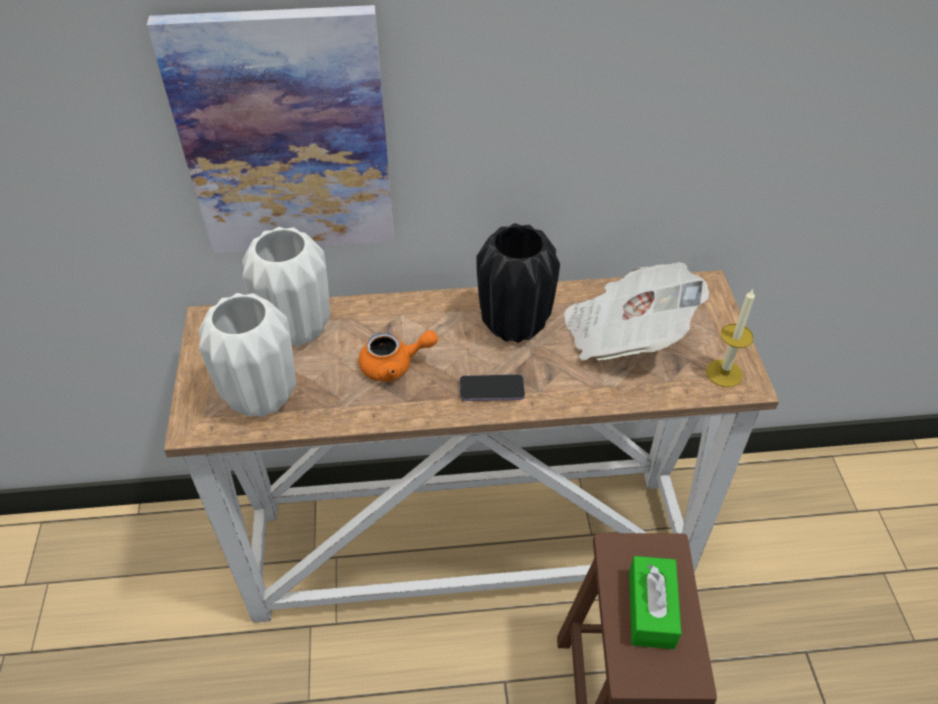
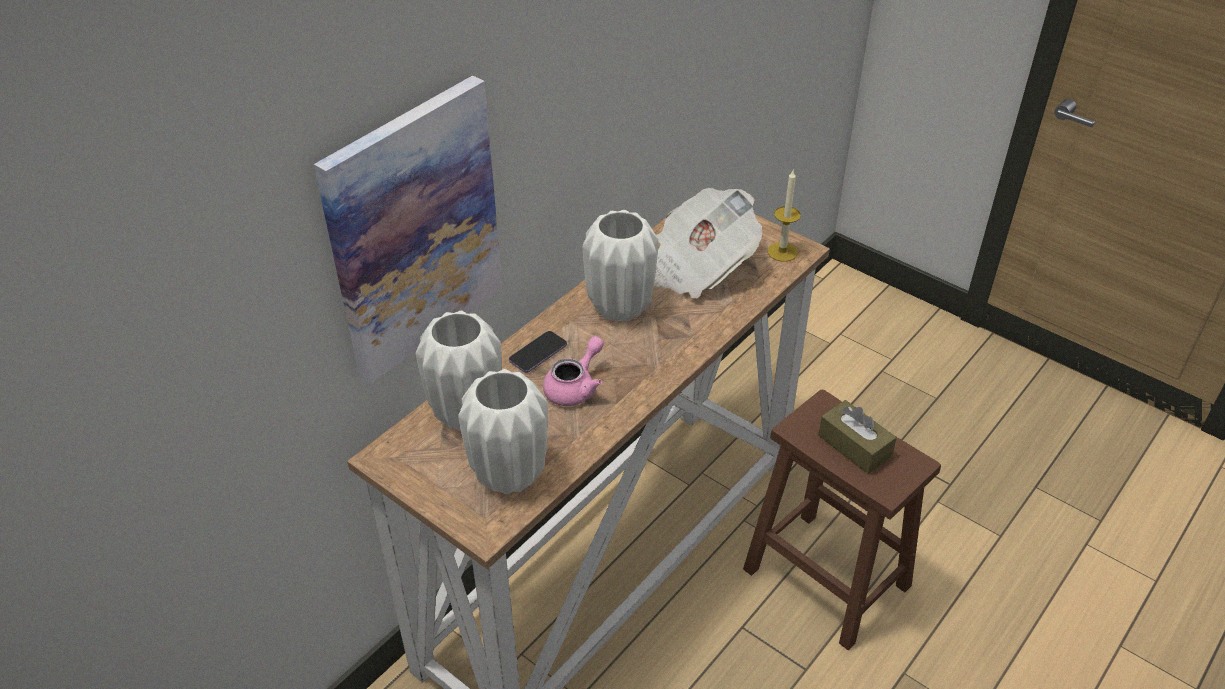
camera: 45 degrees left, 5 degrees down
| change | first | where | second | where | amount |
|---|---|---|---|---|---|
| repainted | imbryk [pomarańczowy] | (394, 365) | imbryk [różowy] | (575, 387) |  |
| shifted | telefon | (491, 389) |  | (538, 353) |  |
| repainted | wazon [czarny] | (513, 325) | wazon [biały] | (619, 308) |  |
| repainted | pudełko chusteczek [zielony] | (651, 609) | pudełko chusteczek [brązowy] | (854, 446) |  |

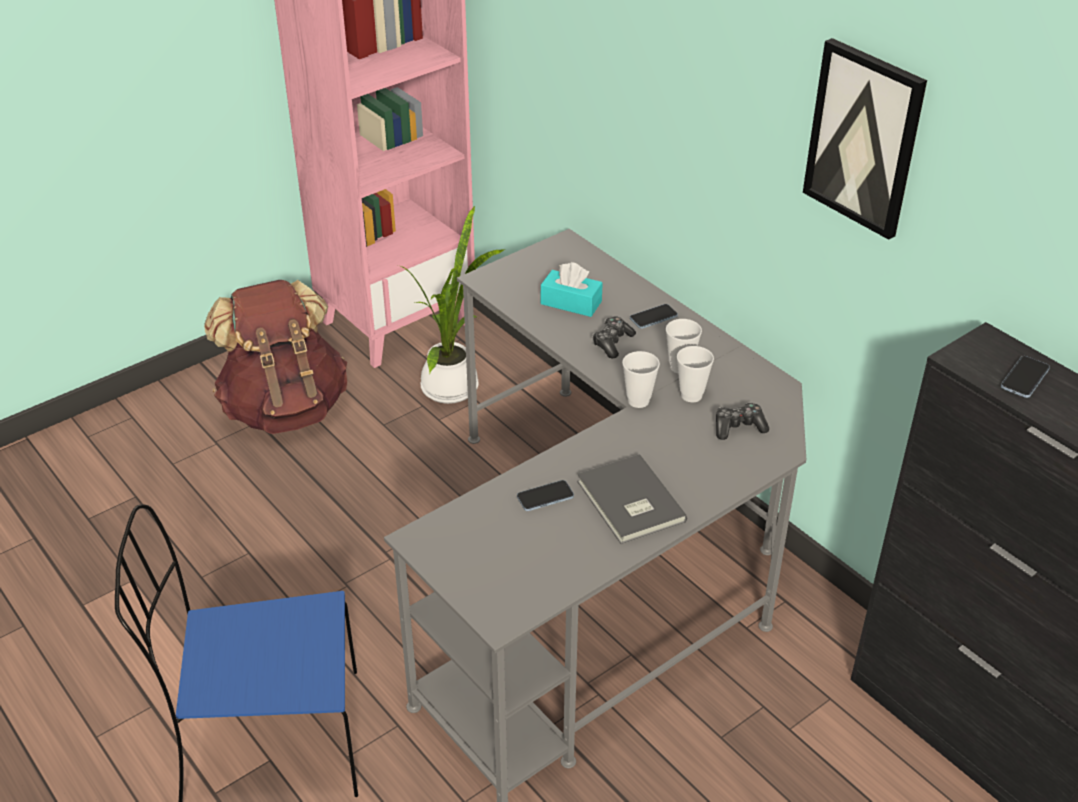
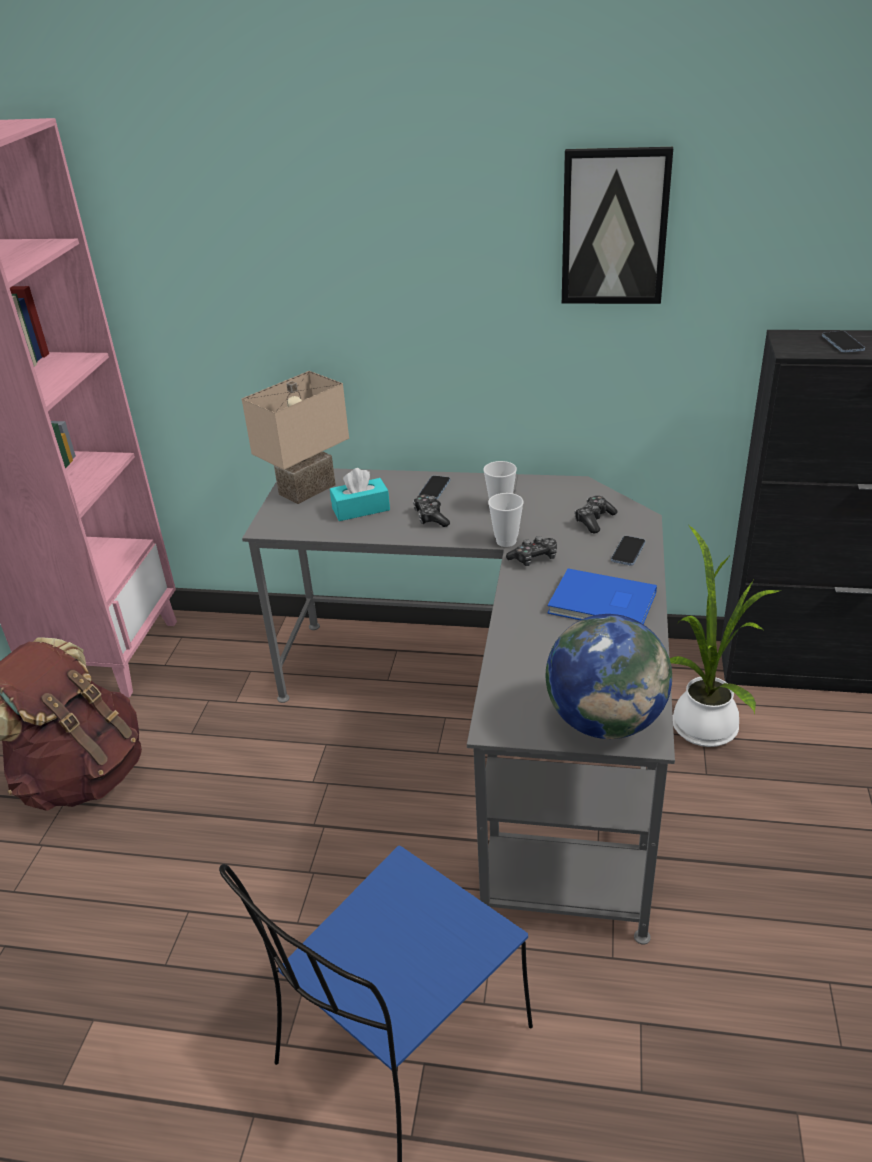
camera: 40 degrees left, 5 degrees down
| change | first | where | second | where | amount |
|---|---|---|---|---|---|
| shifted | roślina doniczkowa | (453, 385) |  | (702, 723) |  |
| shifted | telefon | (545, 497) |  | (628, 552) |  |
| repainted | książka [szary] | (629, 503) | książka [niebieski] | (603, 604) |  |
| gone | filiżanka | (691, 395) |  |  |  |
| new |  |  | lampa stołowa [beżowy] | (308, 491) |  |
| new |  |  | pad do gier | (534, 558) |  |
| new |  |  | globus | (605, 721) |  |

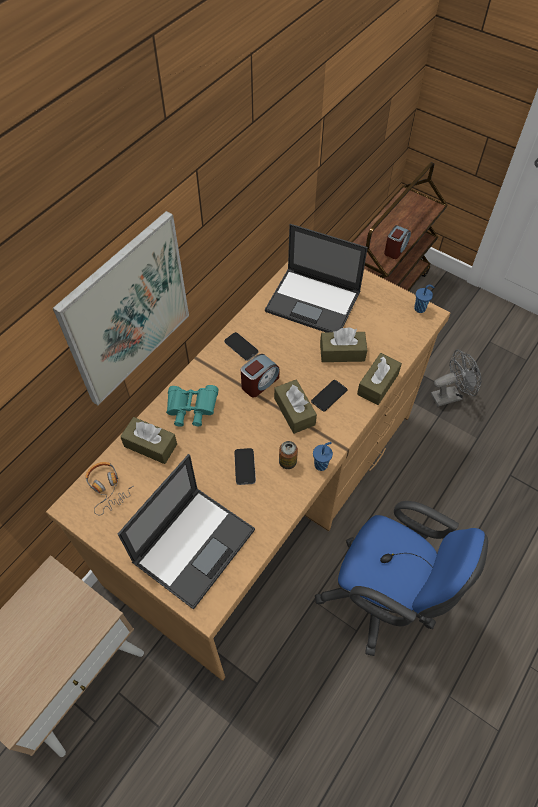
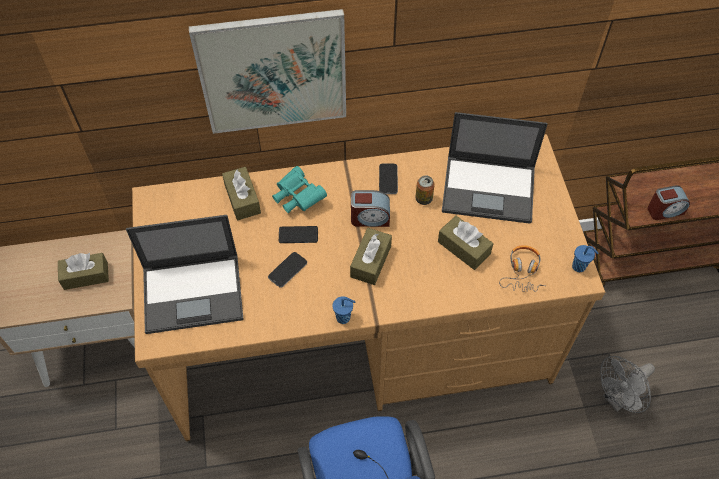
camera: 45 degrees right, 0 degrees up
| change | first | where | second | where | amount |
|---|---|---|---|---|---|
| shifted | słuchawki | (107, 488) |  | (522, 272) |  |
| rotated | laptop | (314, 302) |  | (490, 189) | 60 degrees counterclockwise |
| shifted | puszka | (287, 462) |  | (423, 199) |  |
| shifted | telefon | (329, 396) |  | (298, 235) |  |
| shifted | pudełko chusteczek [brązowy] | (377, 384) |  | (86, 276) |  |
| rotated | wentylator [szary] | (450, 395) |  | (617, 399) | 120 degrees clockwise |

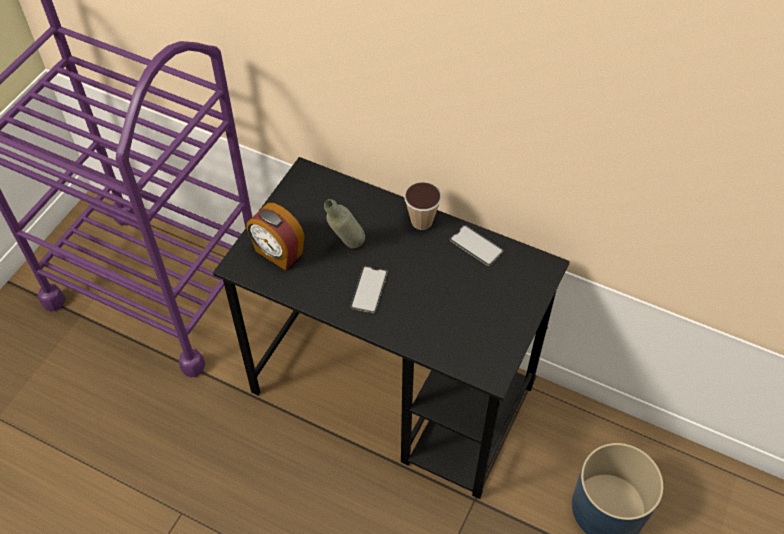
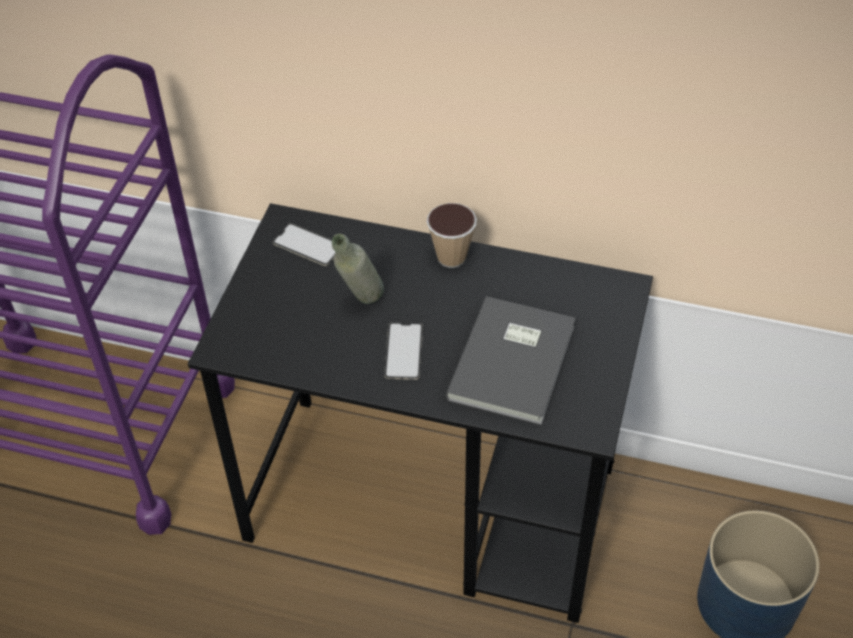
camera: 10 degrees left, 5 degrees down
| change | first | where | second | where | amount |
|---|---|---|---|---|---|
| gone | budzik | (278, 253) |  |  |  |
| shifted | telefon | (476, 245) |  | (307, 245) |  |
| new |  |  | książka [szary] | (516, 362) |  |

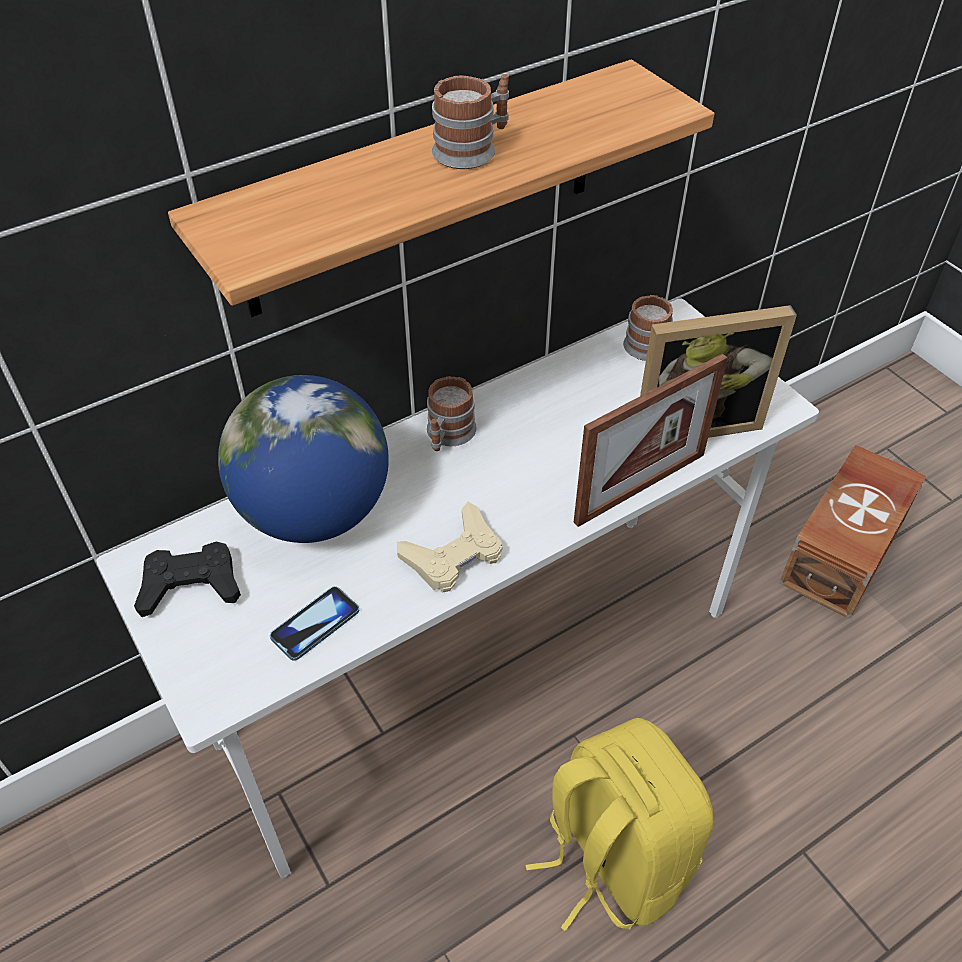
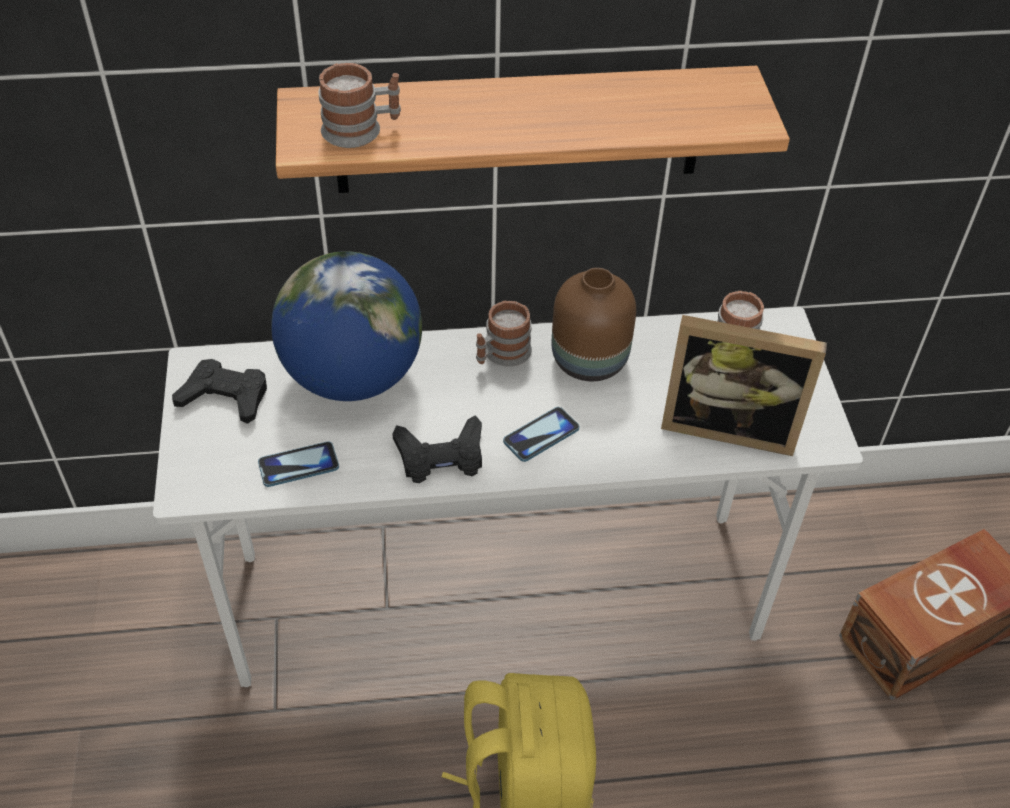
camera: 25 degrees right, 0 degrees up
| change | first | where | second | where | amount |
|---|---|---|---|---|---|
| repainted | pad do gier [beżowy] | (453, 555) | pad do gier [czarny] | (441, 456) |  |
| shifted | kubek | (472, 149) |  | (361, 130) |  |
| gone | ramka na zdjęcie | (640, 488) |  |  |  |
| new |  |  | telefon | (541, 435) |  |
| new |  |  | wazon [brązowy] | (588, 359) |  |

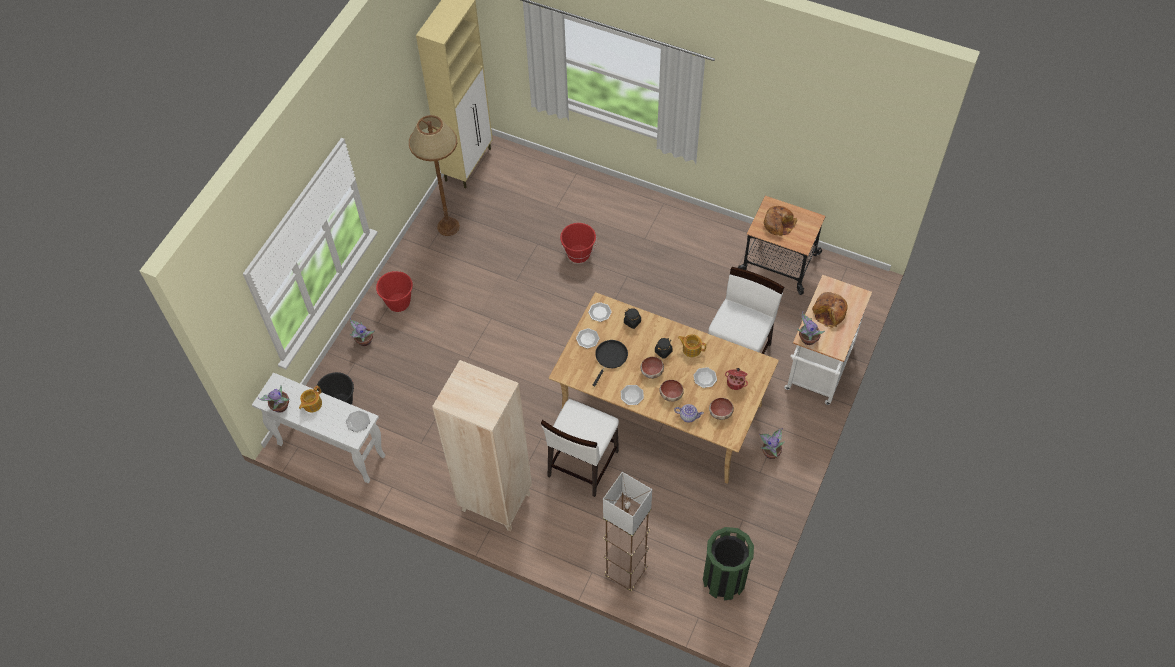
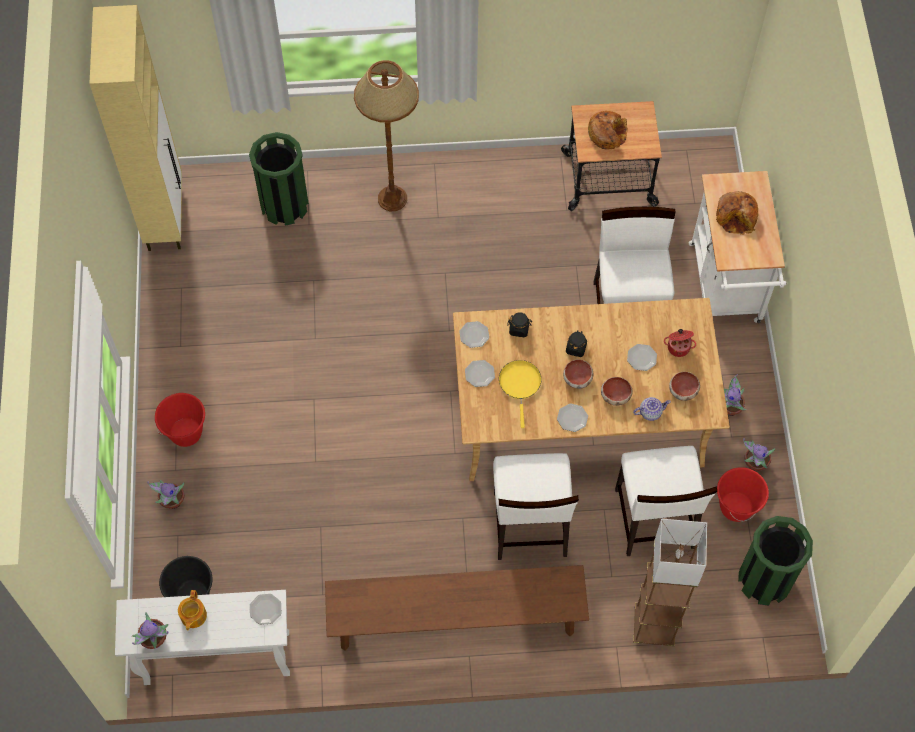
camera: 30 degrees left, 5 degrees up
| change | first | where | second | where | amount |
|---|---|---|---|---|---|
| shifted | lampa stojąca [brązowy] | (448, 227) |  | (392, 198) |  |
| swapped | regał [beżowy] | (495, 502) | ławka [brązowy] | (456, 621) |  |
| shifted | wiadro [czerwony] | (578, 254) |  | (736, 507) |  |
| repainted | patelnia [czarny] | (610, 358) | patelnia [żółty] | (520, 385) |  |
| gone | imbryk | (691, 349) |  |  |  |
| shifted | roślina doniczkowa | (807, 339) |  | (754, 464) |  |
| new |  |  | kosz na śmieci [zielony] | (284, 205) |  |
| new |  |  | krzesło [biały] | (653, 519) |  |

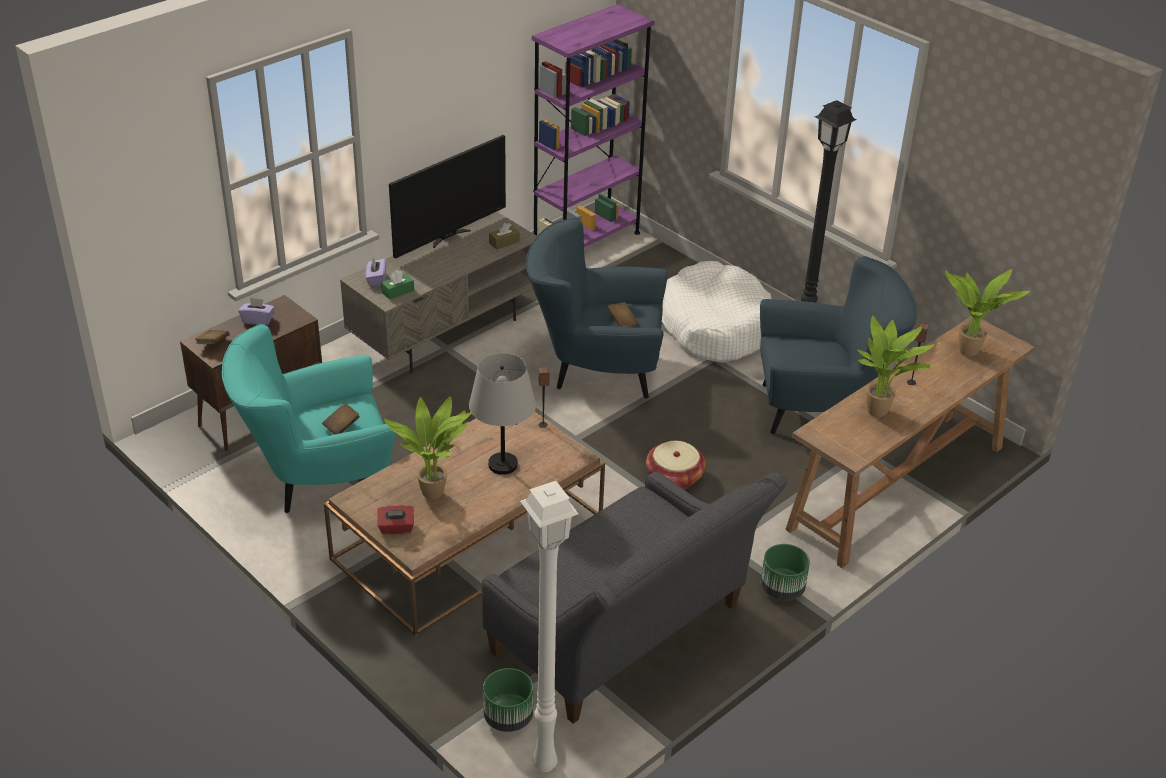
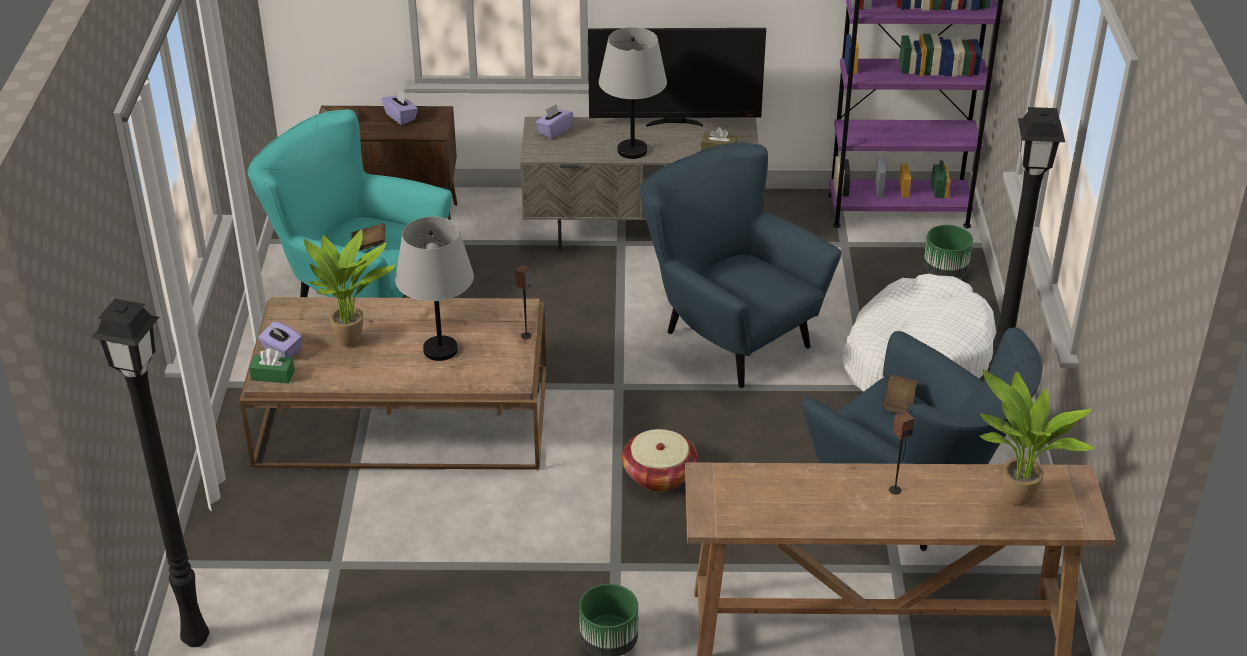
camera: 45 degrees right, 0 degrees up
| change | first | where | second | where | amount |
|---|---|---|---|---|---|
| repainted | pudełko chusteczek [czerwony] | (396, 528) | pudełko chusteczek [fioletowy] | (281, 350) |  |
| shifted | pudełko chusteczek [zielony] | (398, 291) |  | (273, 375) |  |
| gone | kanapa [szary] | (625, 636) |  |  |  |
| shifted | donica [zielony] | (508, 717) |  | (945, 271) |  |
| repainted | lampa stojąca [biały] | (545, 762) | lampa stojąca [czarny] | (198, 638) |  |
| shifted | książka [brązowy] | (622, 321) |  | (899, 403) |  |
| gone | roślina doniczkowa | (880, 412) |  |  |  |
| new |  |  | lampa stołowa [szary] | (632, 151) |  |

